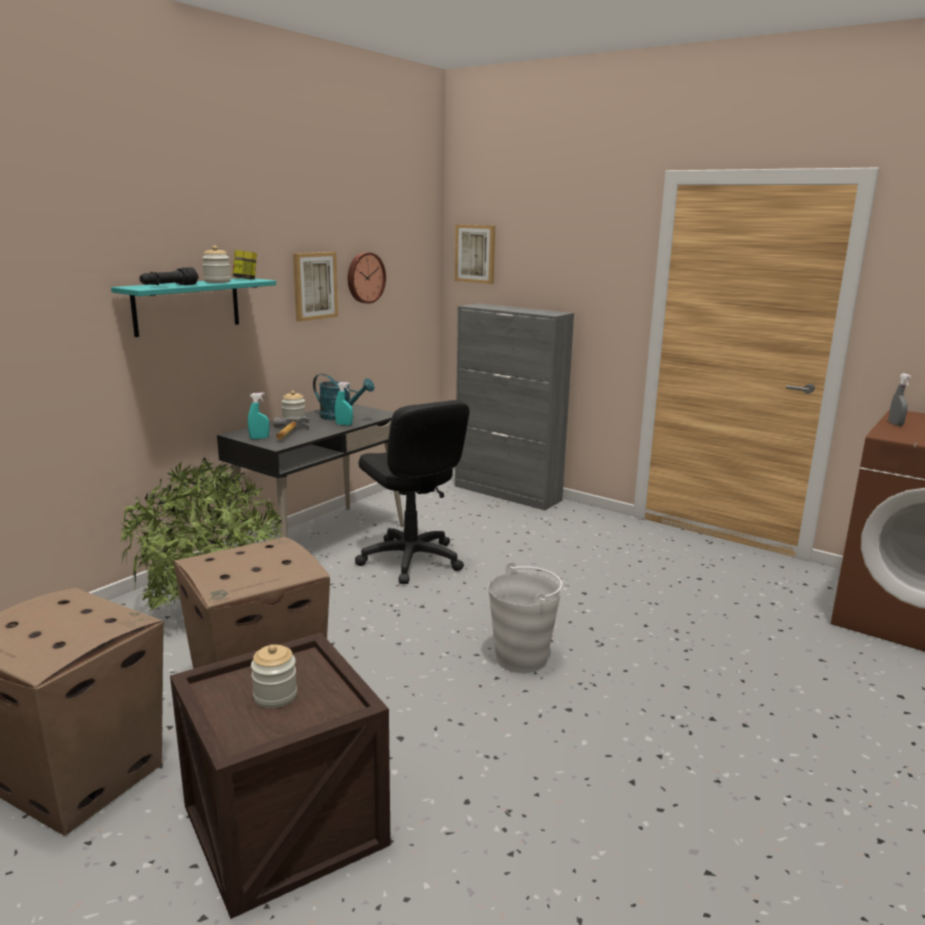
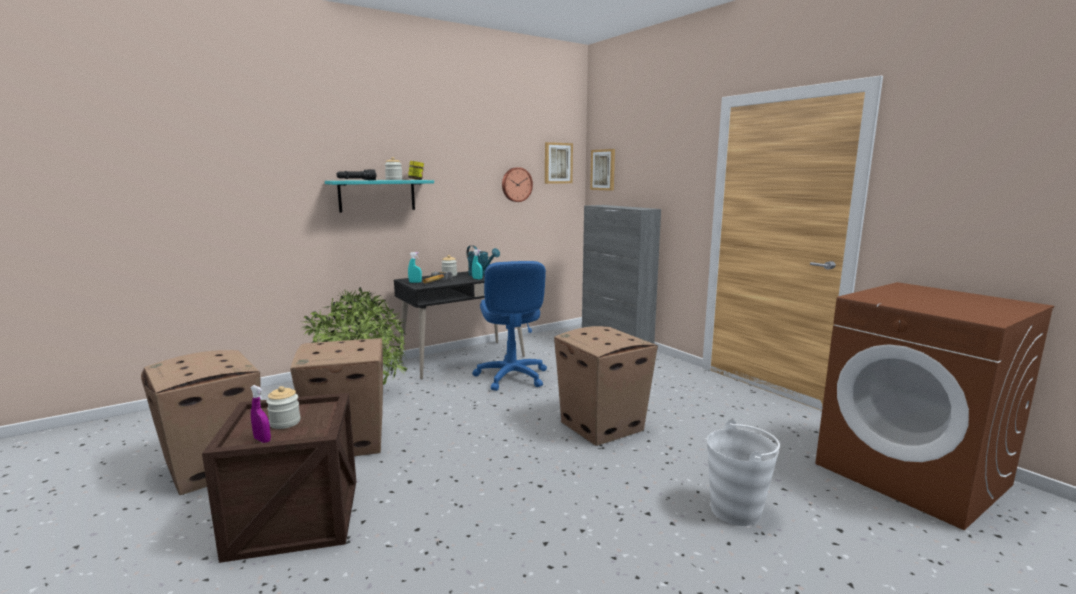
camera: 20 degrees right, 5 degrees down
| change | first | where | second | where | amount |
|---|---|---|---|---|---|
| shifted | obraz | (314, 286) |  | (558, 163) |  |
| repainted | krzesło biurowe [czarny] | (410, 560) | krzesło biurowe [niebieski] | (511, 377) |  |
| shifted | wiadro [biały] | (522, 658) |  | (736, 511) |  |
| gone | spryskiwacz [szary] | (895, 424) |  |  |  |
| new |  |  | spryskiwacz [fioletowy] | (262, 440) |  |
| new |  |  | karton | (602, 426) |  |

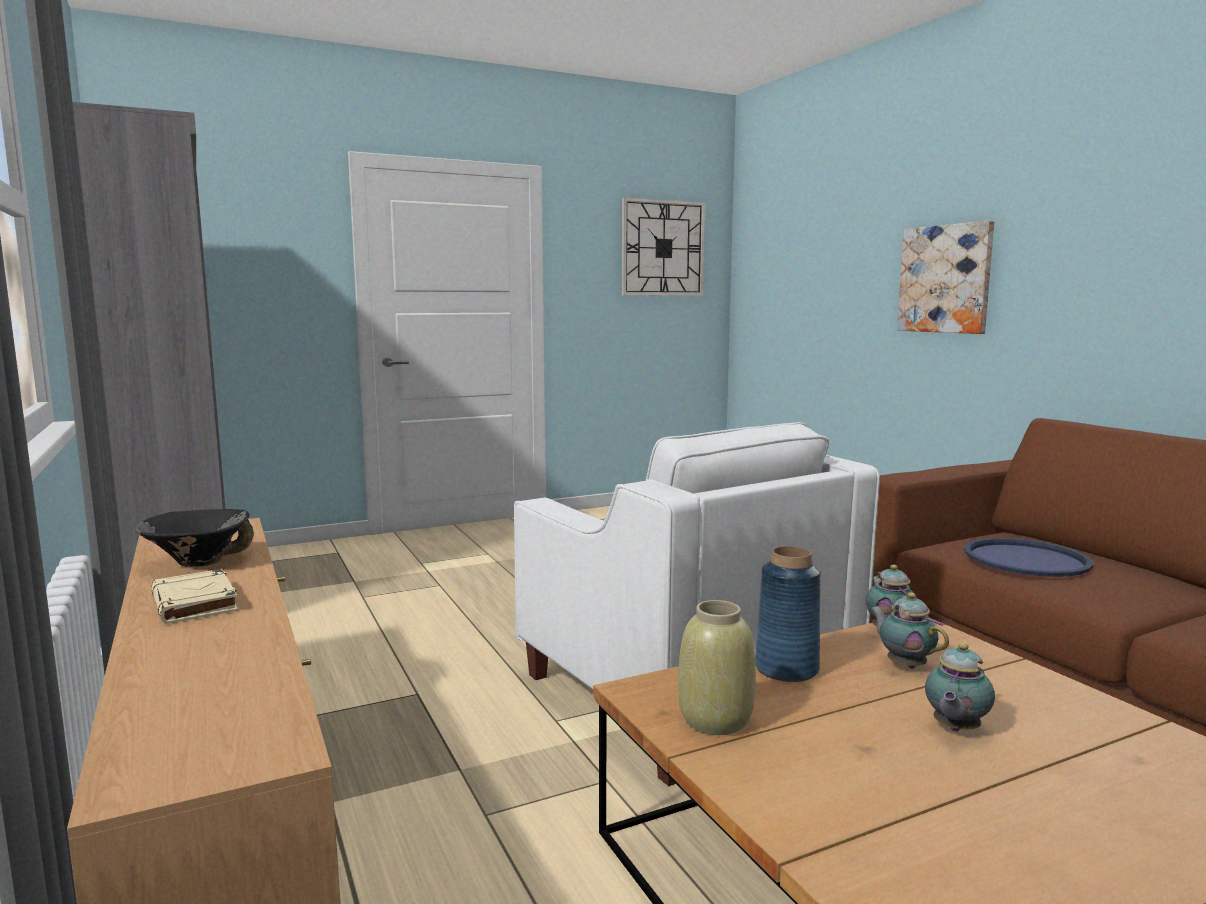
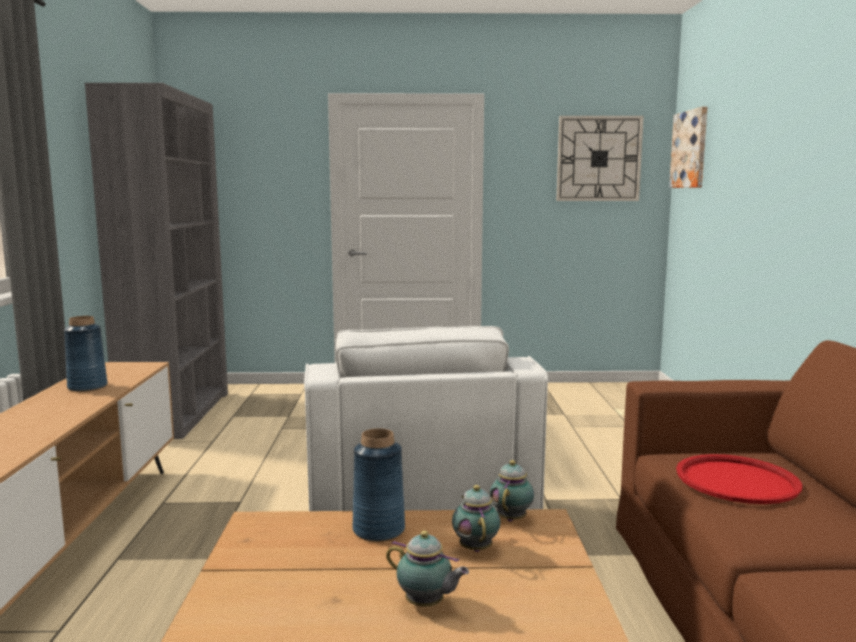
camera: 25 degrees right, 0 degrees up
| change | first | where | second | where | amount |
|---|---|---|---|---|---|
| swapped | miska [czarny] | (199, 562) | wazon [niebieski] | (87, 387) |  |
| gone | książka [beżowy] | (195, 604) |  |  |  |
| gone | wazon [beżowy] | (716, 720) |  |  |  |
| shifted | obraz | (945, 279) |  | (690, 149) |  |
| rotated | imbryk | (954, 729) |  | (426, 605) | 120 degrees counterclockwise |
| repainted | taca [niebieski] | (1026, 559) | taca [czerwony] | (736, 480) |  |

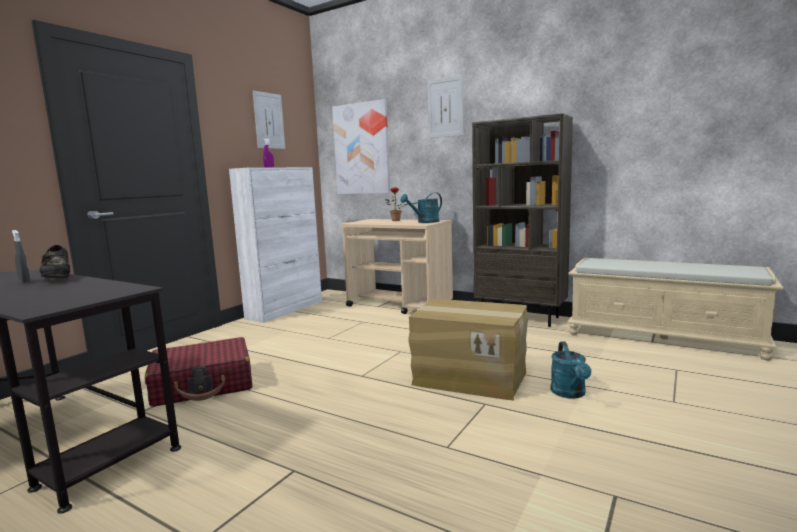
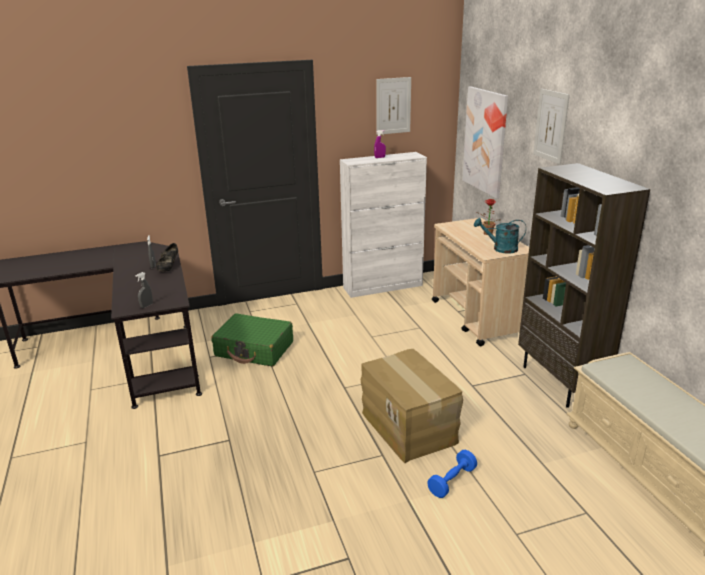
camera: 40 degrees right, 15 degrees up
| change | first | where | second | where | amount |
|---|---|---|---|---|---|
| repainted | walizka [czerwony] | (203, 385) | walizka [zielony] | (254, 349) |  |
| swapped | konewka [turkusowy] | (570, 394) | hantel [niebieski] | (452, 481) |  |
| new |  |  | spryskiwacz [szary] | (146, 306) |  |

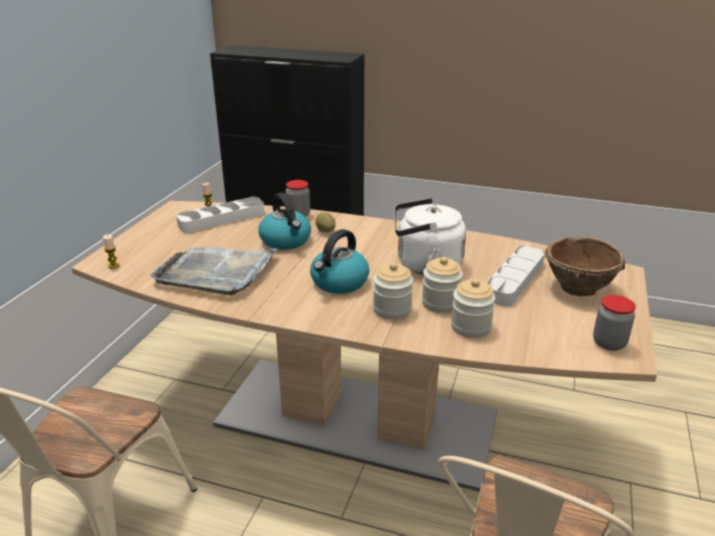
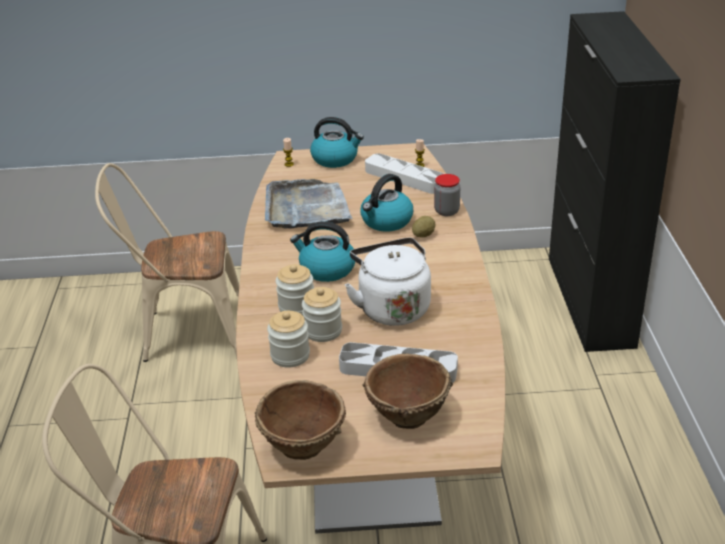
camera: 70 degrees right, 5 degrees up
| change | first | where | second | where | amount |
|---|---|---|---|---|---|
| swapped | słoik | (609, 343) | miska [brązowy] | (304, 445) |  |
| new |  |  | czajnik | (335, 159) |  |

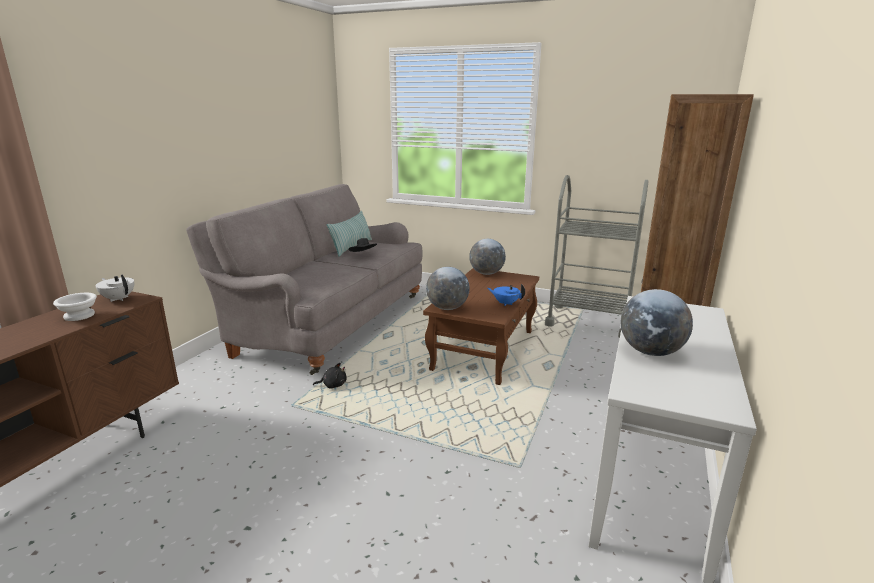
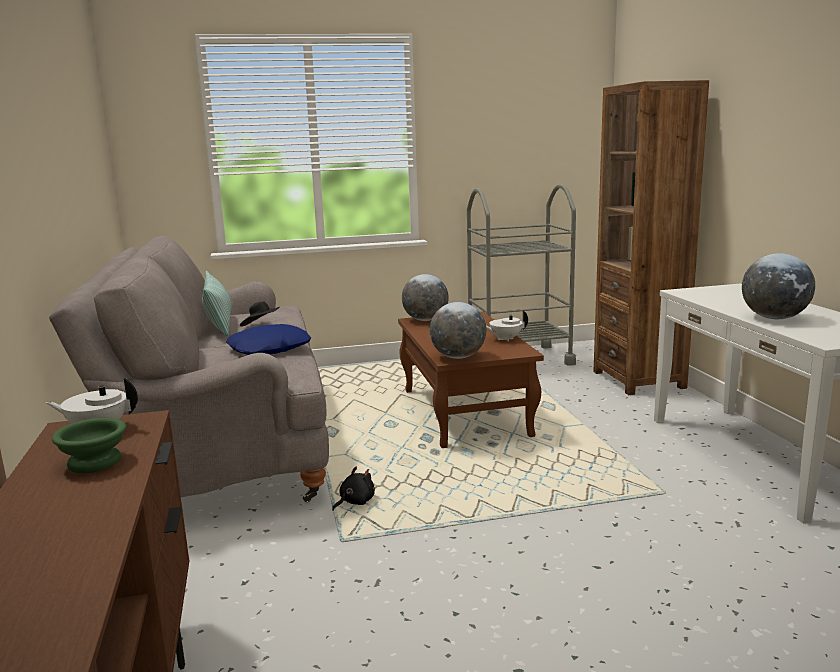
camera: 35 degrees left, 5 degrees down
| change | first | where | second | where | amount |
|---|---|---|---|---|---|
| repainted | miska [biały] | (80, 315) | miska [zielony] | (96, 461) |  |
| repainted | imbryk [niebieski] | (505, 303) | imbryk [biały] | (505, 339) |  |
| new |  |  | poduszka [niebieski] | (269, 349) |  |

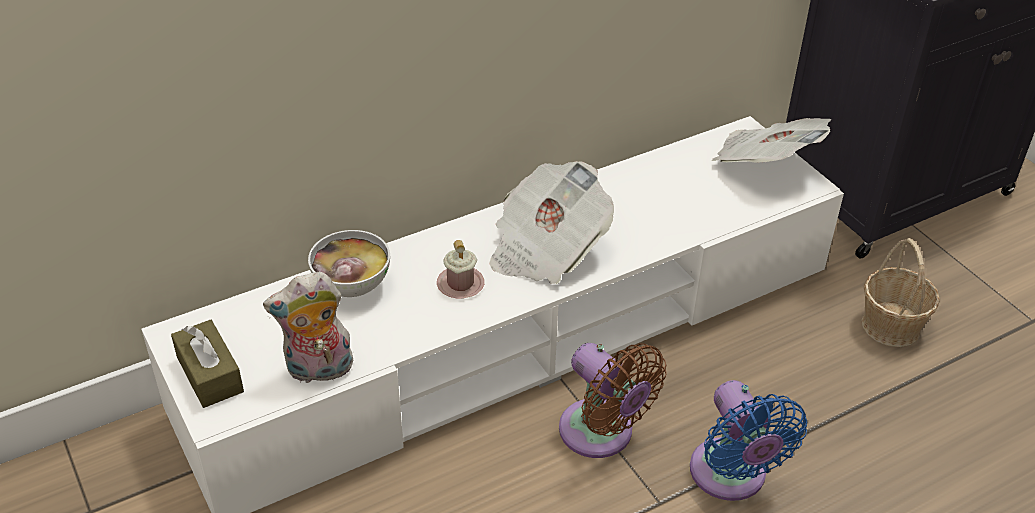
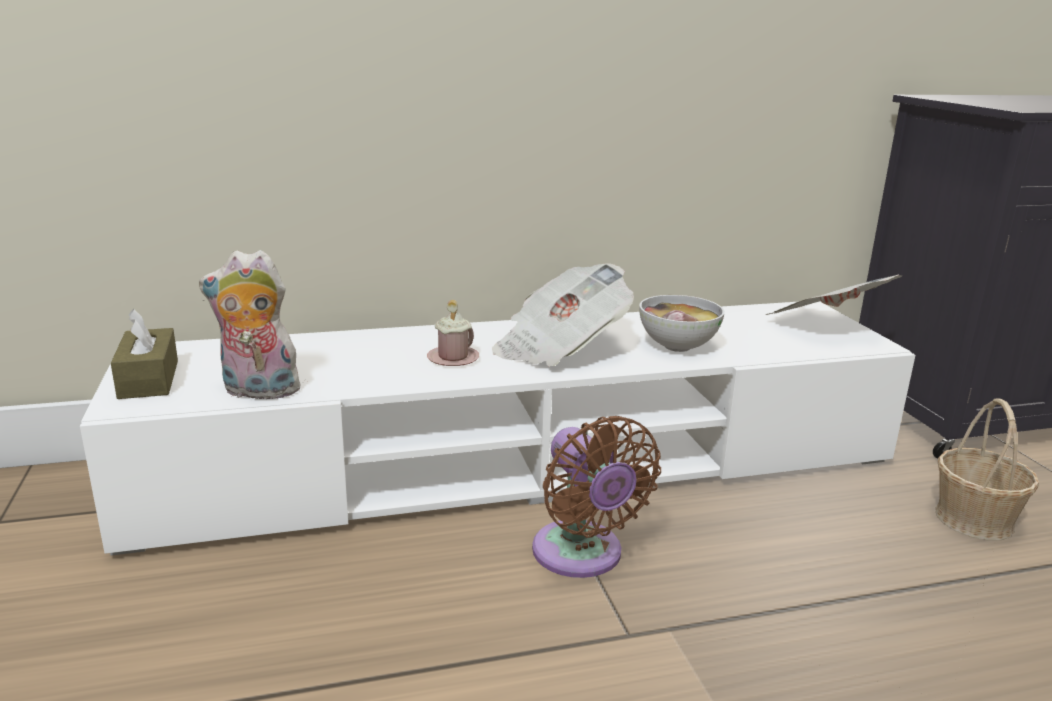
camera: 15 degrees right, 20 degrees down
| change | first | where | second | where | amount |
|---|---|---|---|---|---|
| shifted | miska | (352, 285) |  | (677, 346) |  |
| gone | wentylator [niebieski] | (731, 477) |  |  |  |

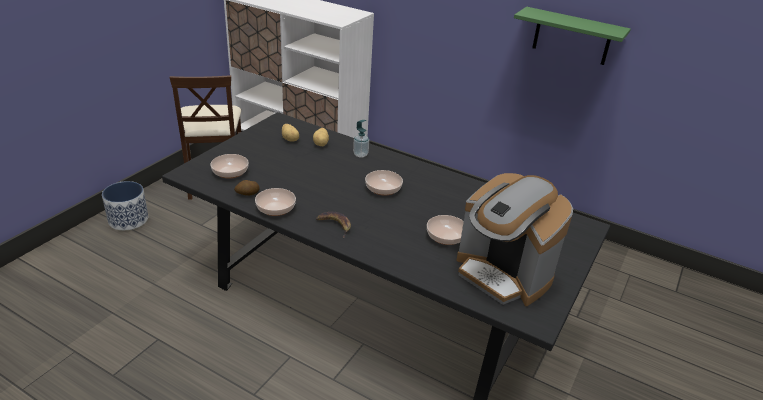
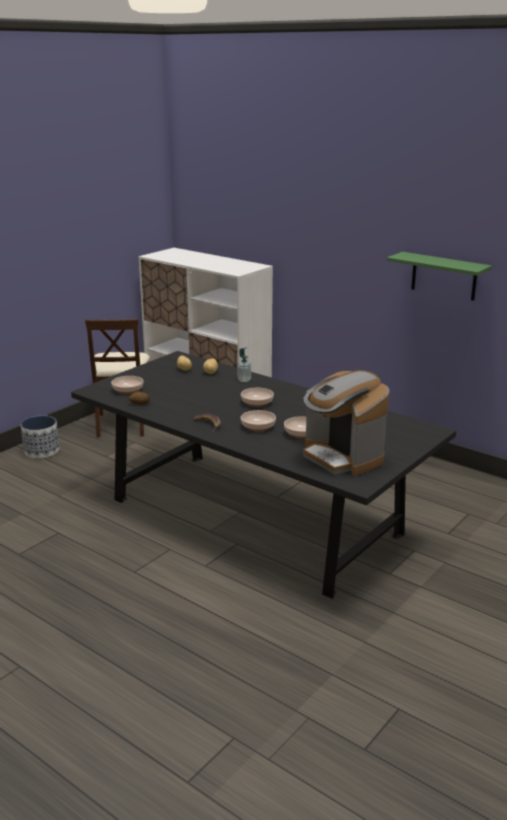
camera: 10 degrees right, 10 degrees down
| change | first | where | second | where | amount |
|---|---|---|---|---|---|
| shifted | miska | (275, 209) |  | (258, 427) |  |

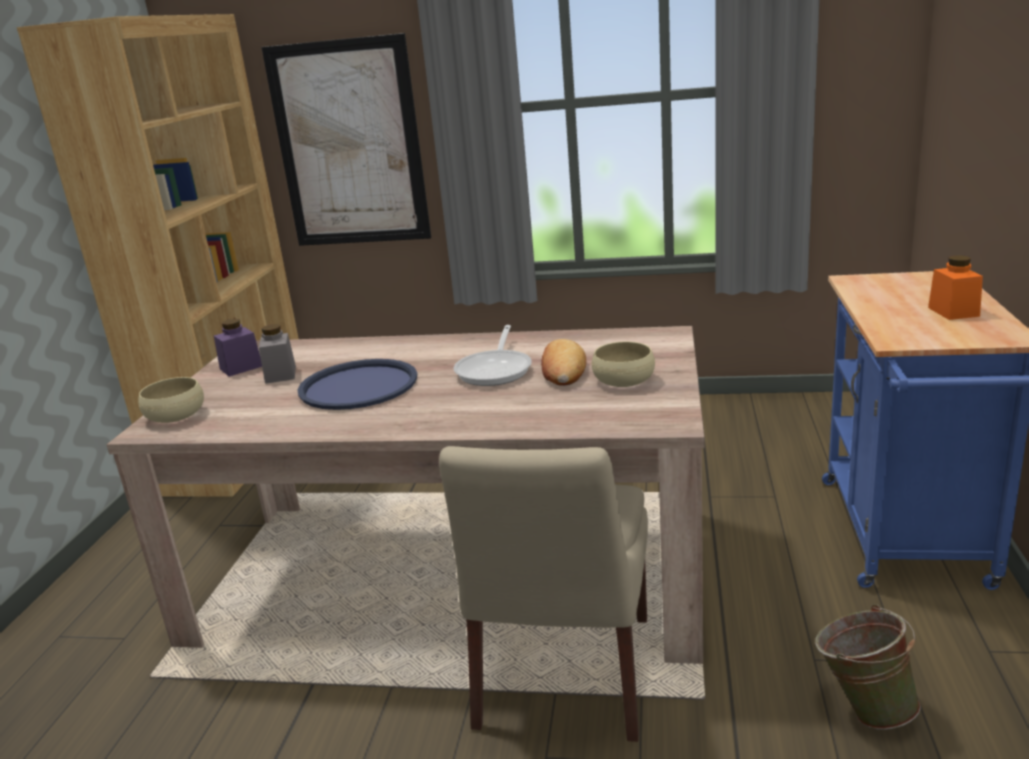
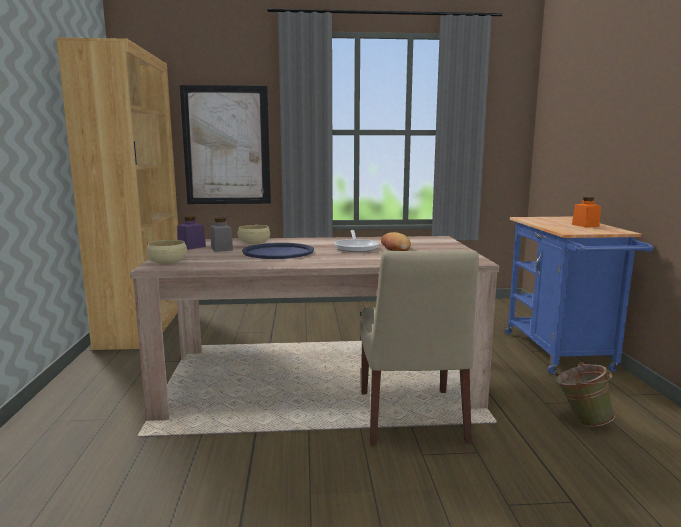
camera: 15 degrees left, 10 degrees down
| change | first | where | second | where | amount |
|---|---|---|---|---|---|
| shifted | miska [beżowy] | (624, 380) |  | (254, 242) |  |

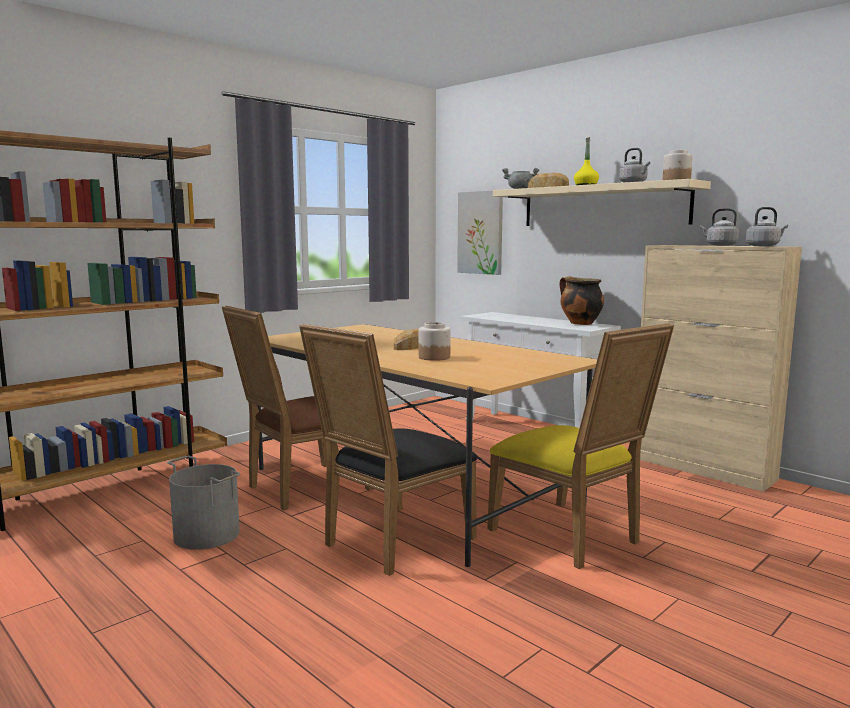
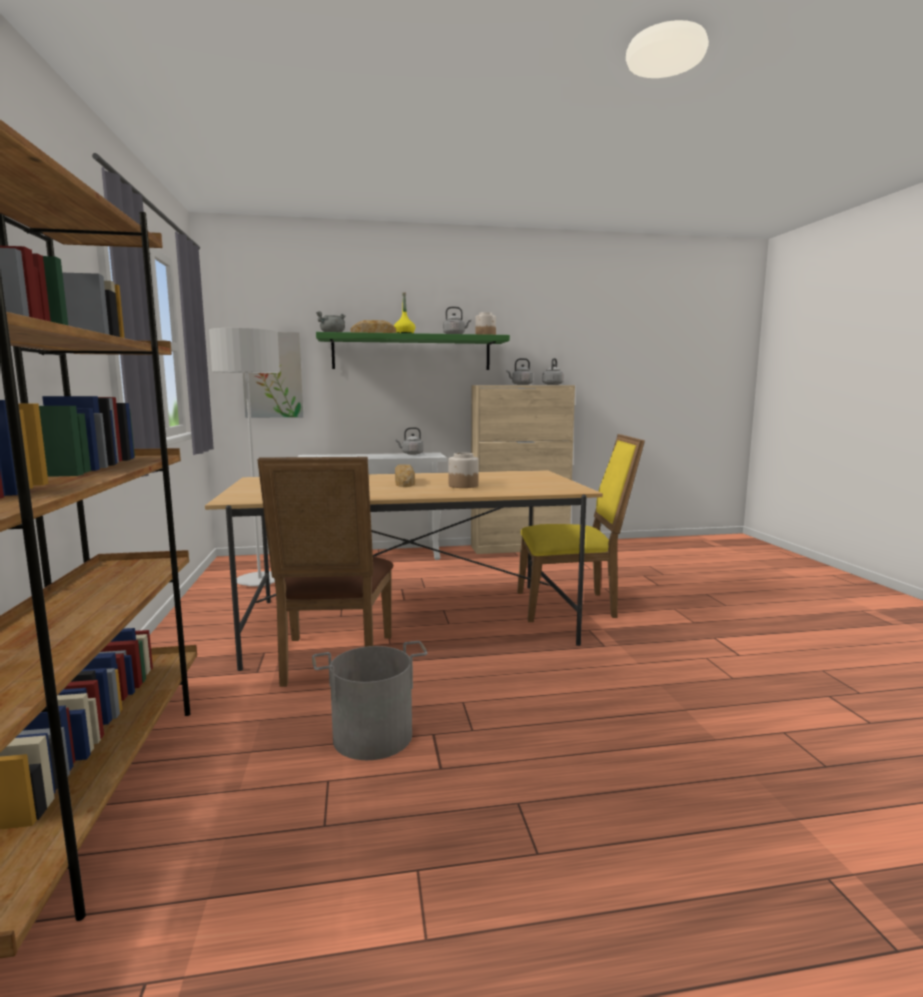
camera: 55 degrees left, 0 degrees up
| change | first | where | second | where | amount |
|---|---|---|---|---|---|
| gone | krzesło [czarny] | (391, 542) |  |  |  |
| repainted | półka [beżowy] | (602, 206) | półka [zielony] | (412, 353) |  |
| swapped | garnek | (579, 323) | czajnik [szary] | (411, 454) |  |
| new |  |  | lampa stojąca [szary] | (259, 581) |  |

